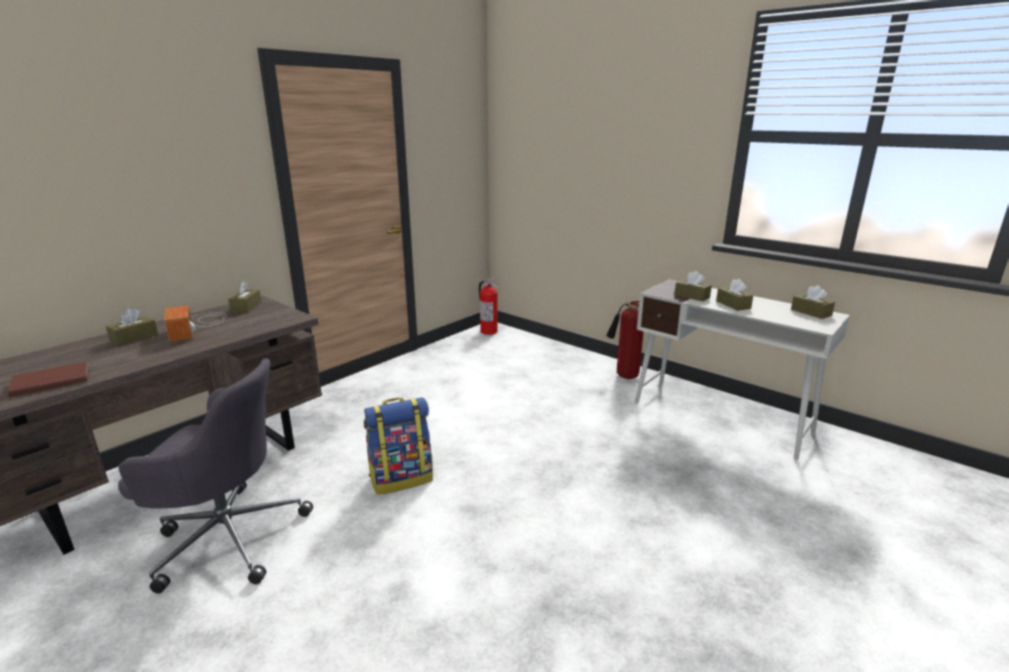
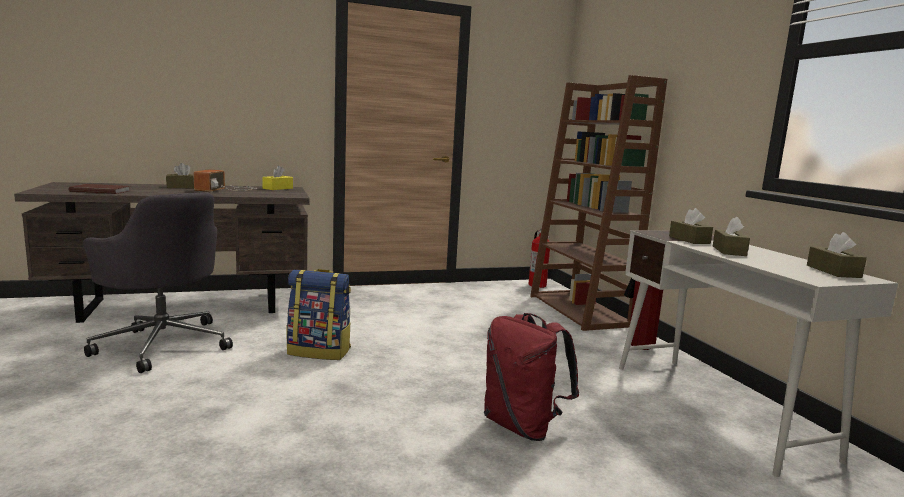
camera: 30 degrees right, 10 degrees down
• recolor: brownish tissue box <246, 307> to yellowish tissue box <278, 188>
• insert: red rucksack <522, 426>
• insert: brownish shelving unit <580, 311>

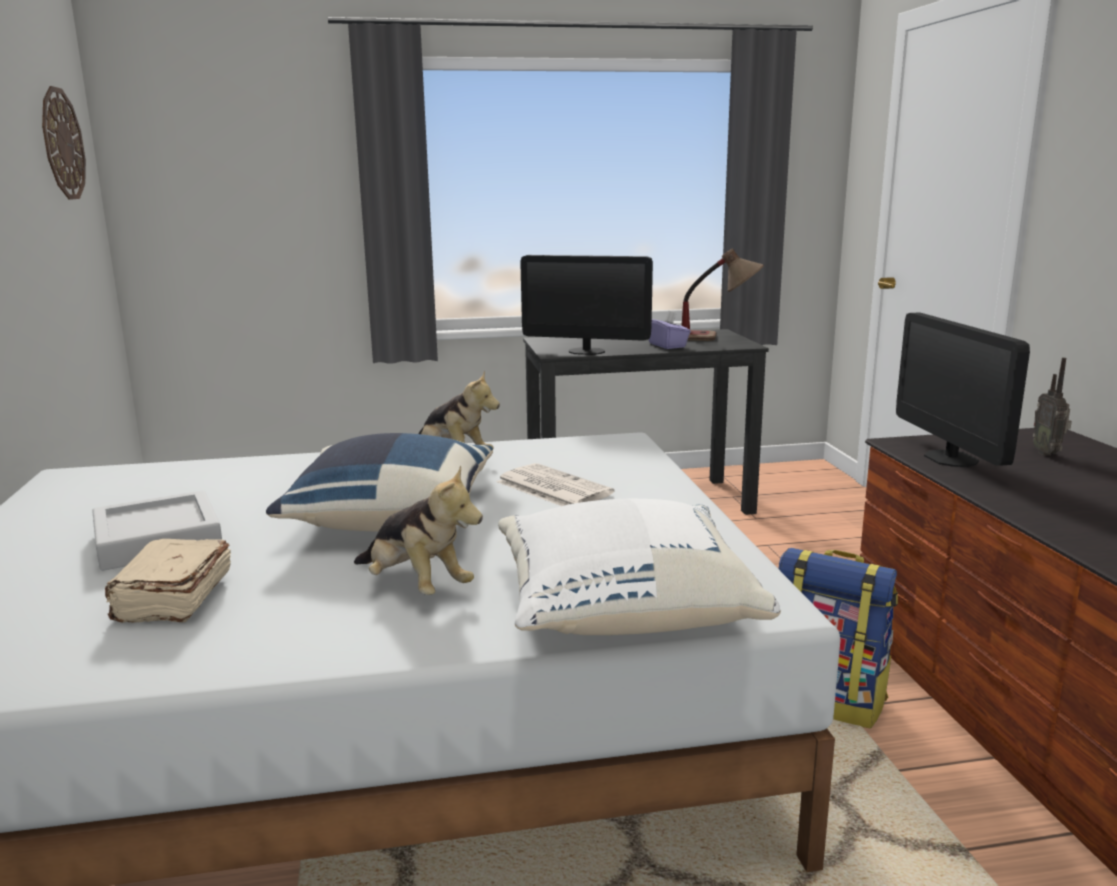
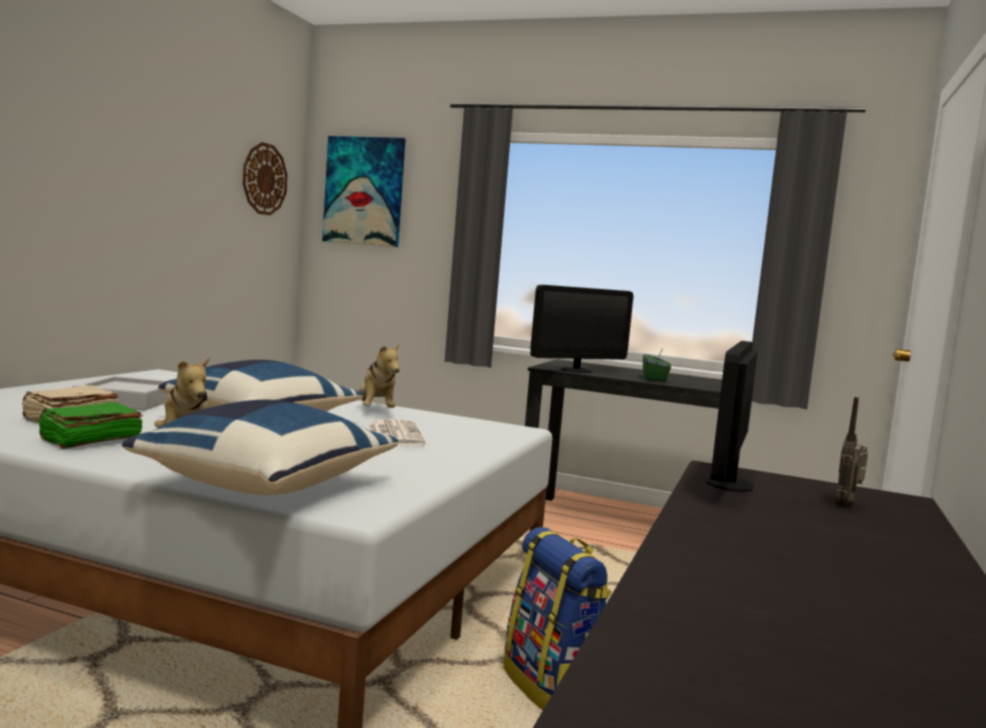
camera: 30 degrees right, 10 degrees down
• recolor: whitish throw pillow <622, 608> to blue-coloured throw pillow <264, 485>
• rotate: monitor <586, 351> = <576, 370> 75 degrees counterclockwise
• recolor: purple-coloured tissue box <667, 345> to greenish tissue box <655, 379>
• delete: lamp for a table <719, 338>
• insert: greenish volume <89, 440>
• insert: wall picture <364, 191>

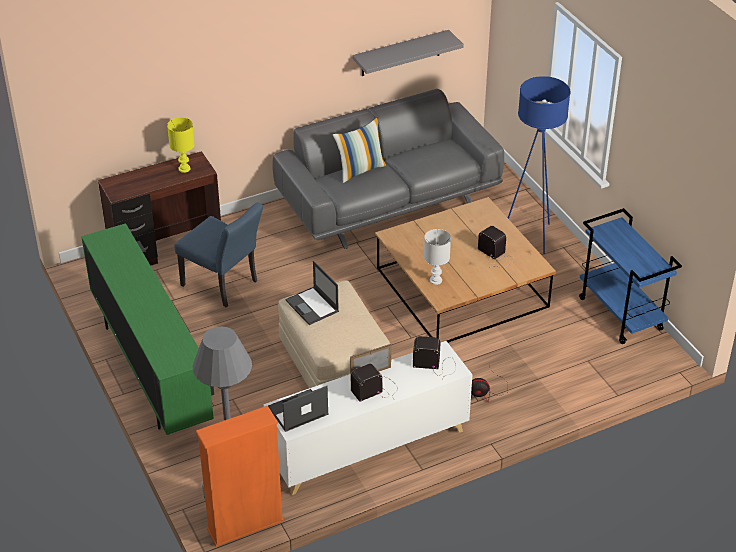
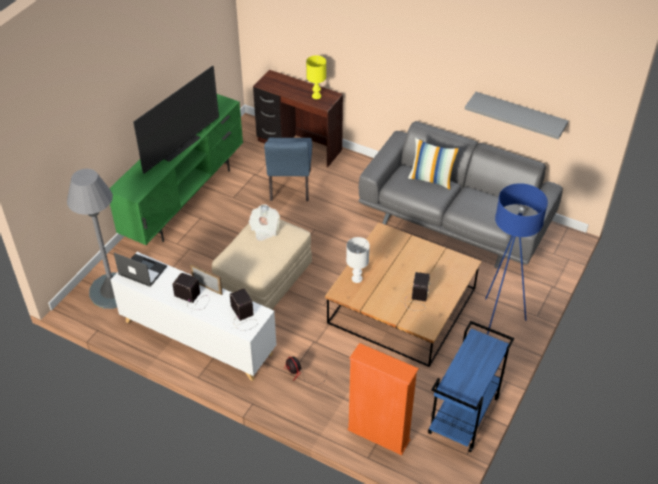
camera: 55 degrees right, 5 degrees up
• move: orange shelving unit <245, 525> to <378, 435>
• replace: portable computer <312, 306> to daily paper <264, 229>
• insert: TV <181, 148>

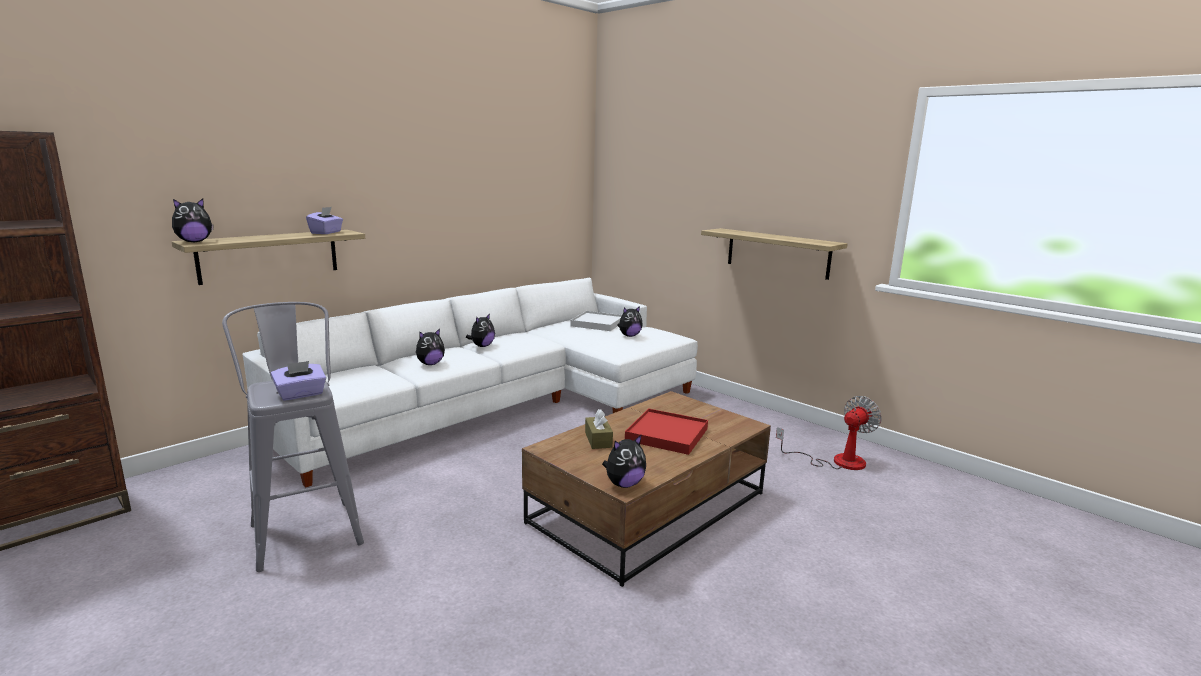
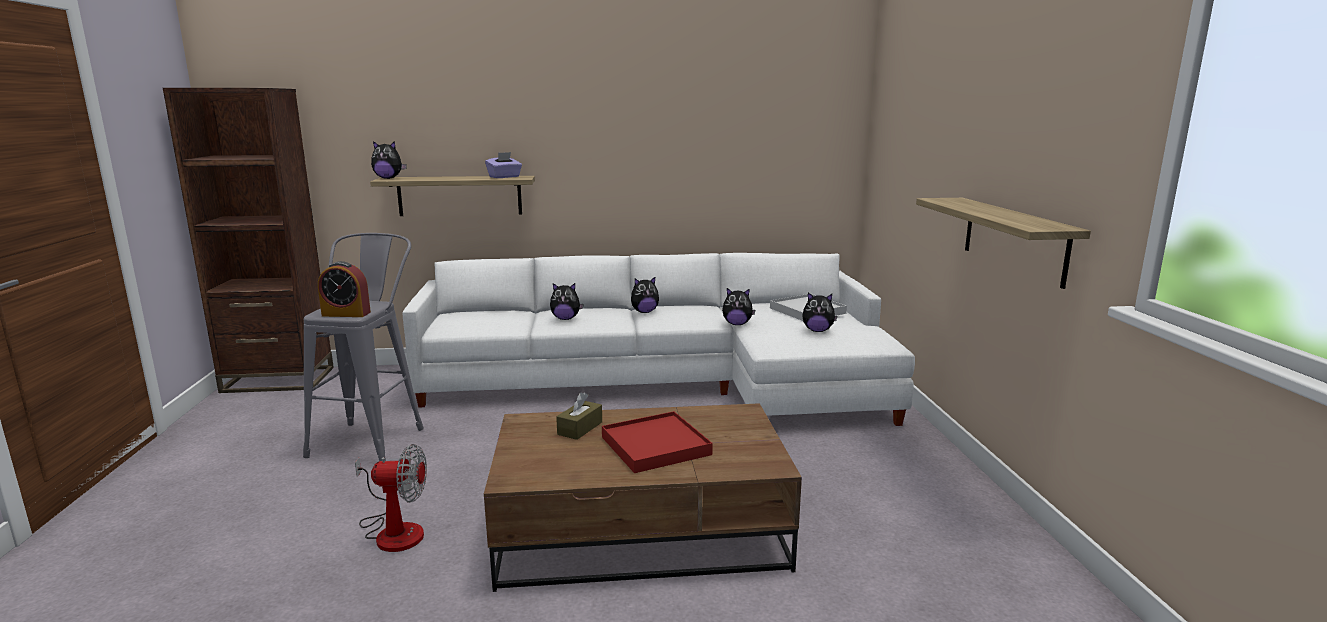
camera: 40 degrees right, 0 degrees up
• replace: purple-coloured tissue box <301, 394> to bedside clock <346, 314>
• move: plush toy <624, 484> to <737, 324>
• move: electric fan <836, 461> to <394, 530>

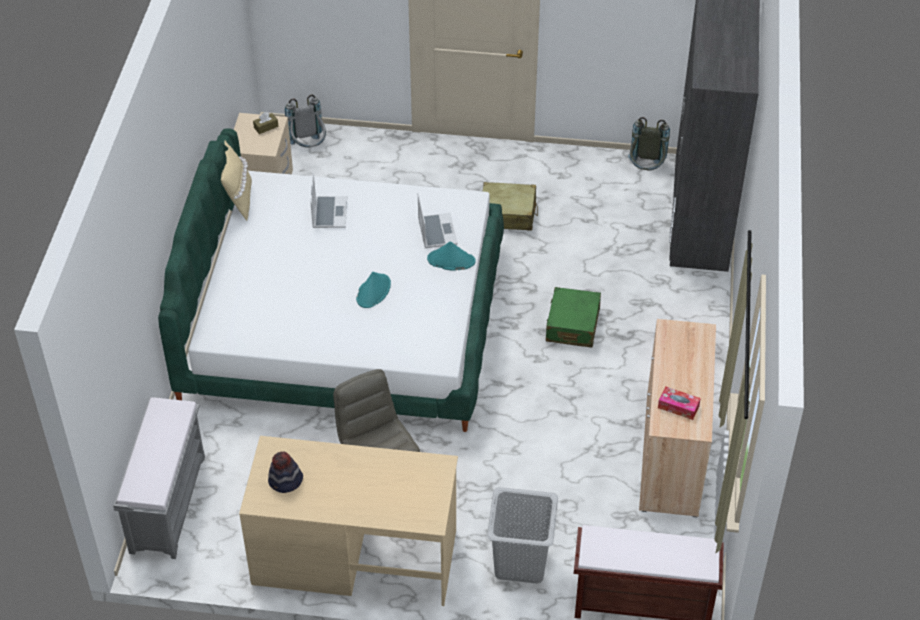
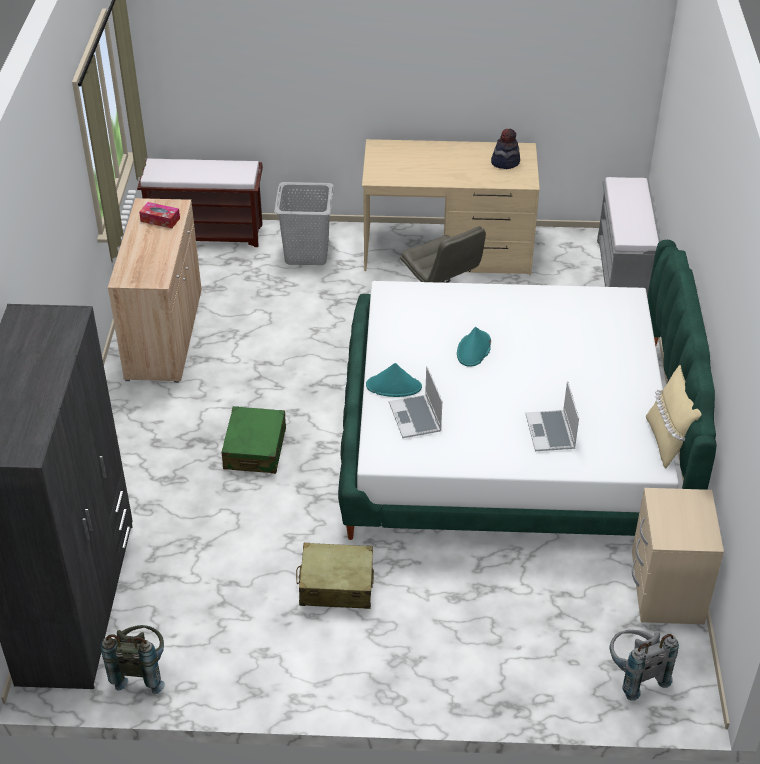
camera: 175 degrees right, 5 degrees down
• delete: brownish tissue box <266, 127>

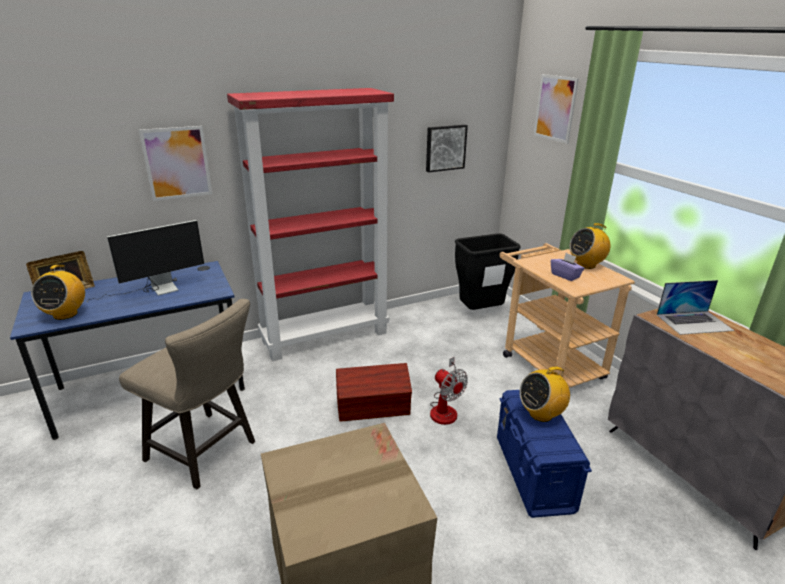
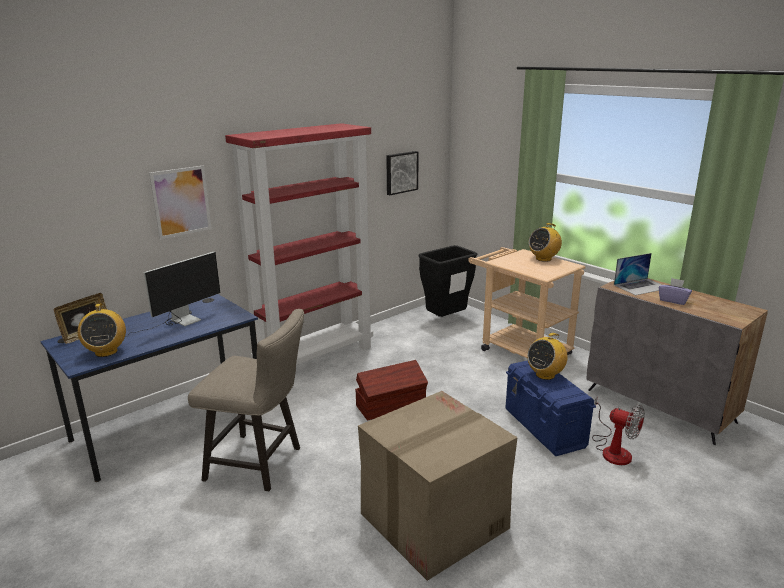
camera: 15 degrees left, 5 degrees down
• move: electric fan <445, 408> to <613, 449>
• delete: wall picture <555, 108>
• move: purple-coloured tissue box <565, 275> to <673, 300>

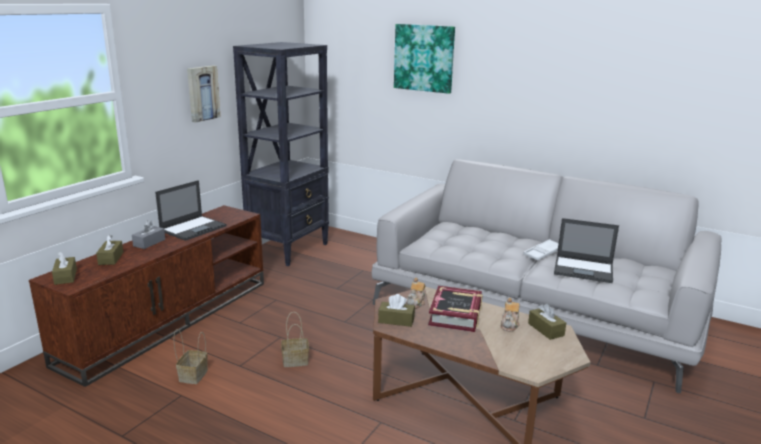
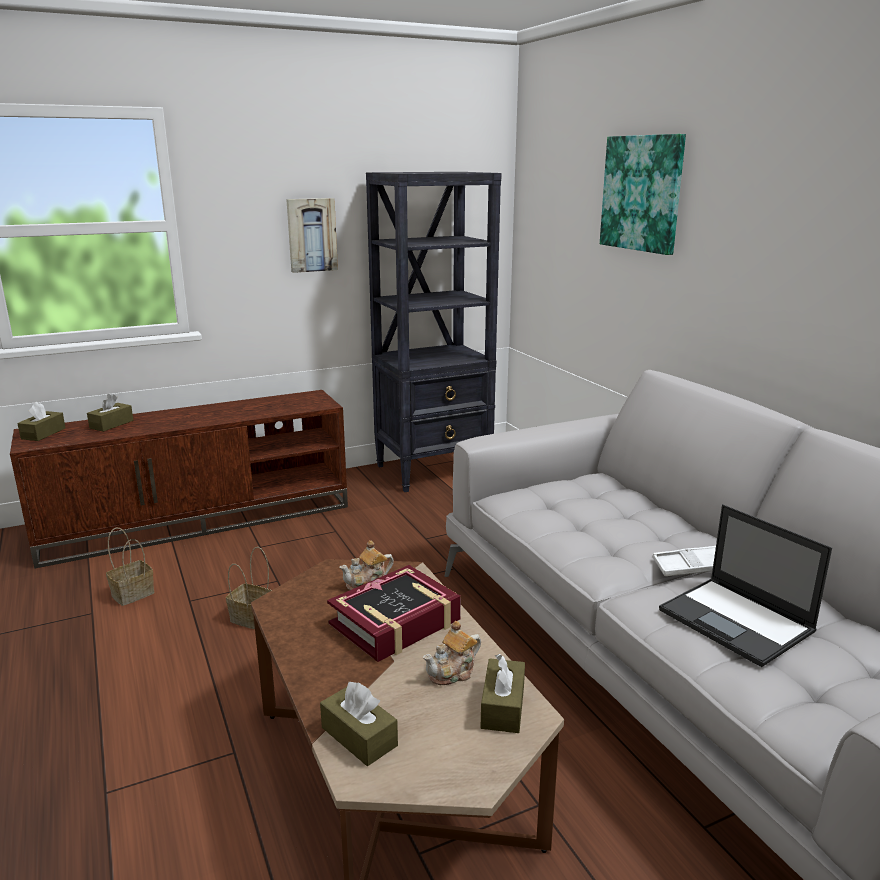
camera: 35 degrees right, 0 degrees up
• delete: grey tissue box <149, 243>
• delete: portable computer <193, 228>
• move: brownish tissue box <396, 320> to <359, 736>

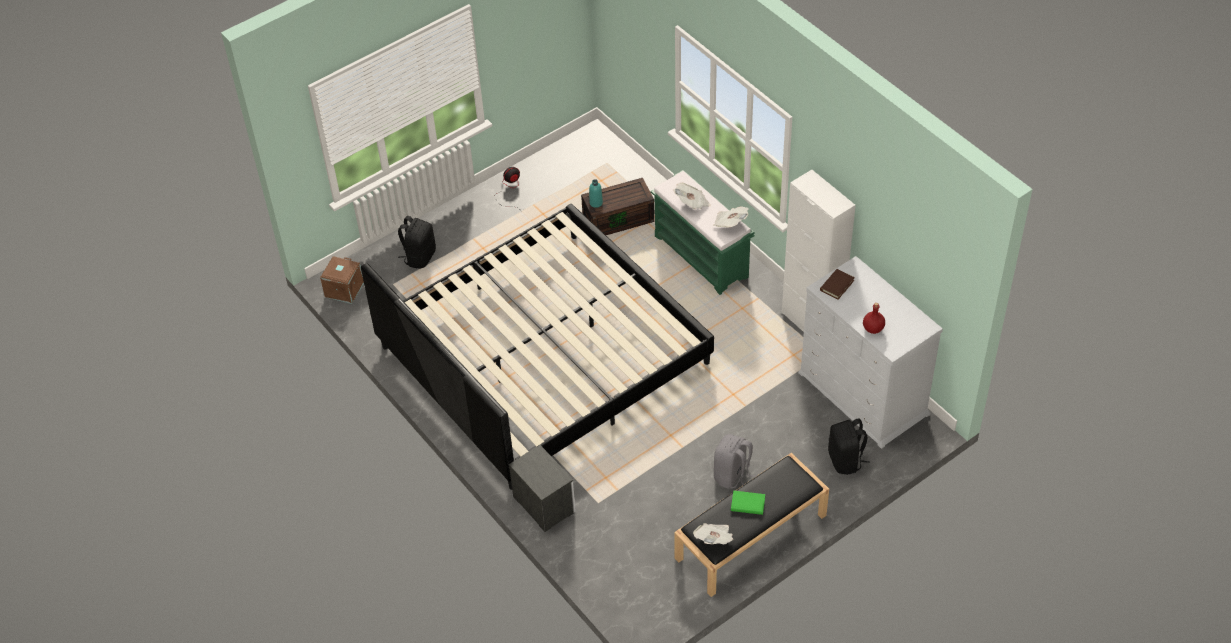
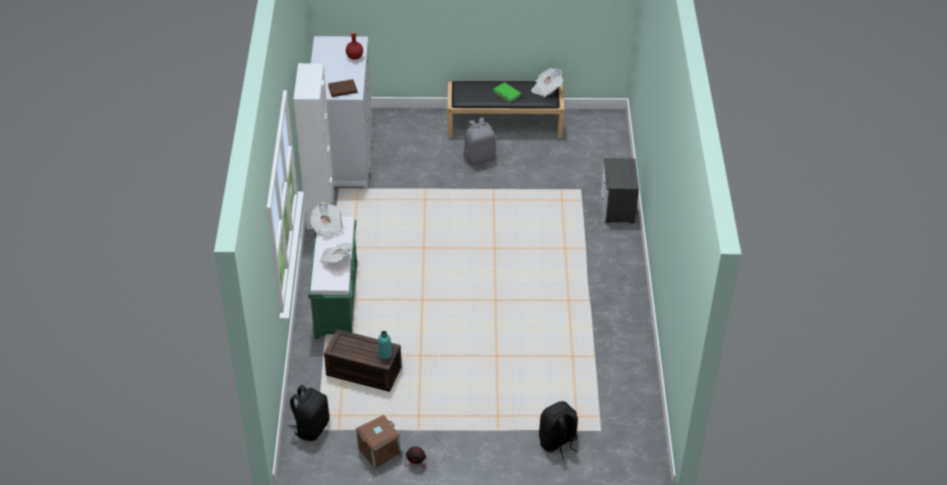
camera: 145 degrees left, 5 degrees down
• move: brownish storage bin <344, 289> to <379, 452>
• delete: bed <543, 355>
• move: black-coloured rucksack <846, 460> to <311, 427>

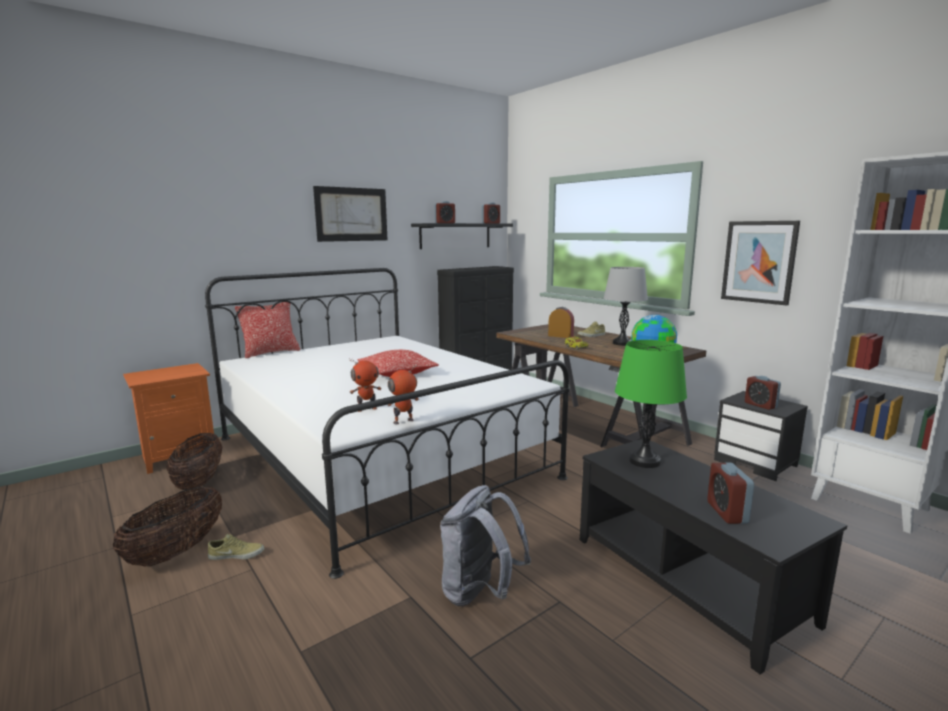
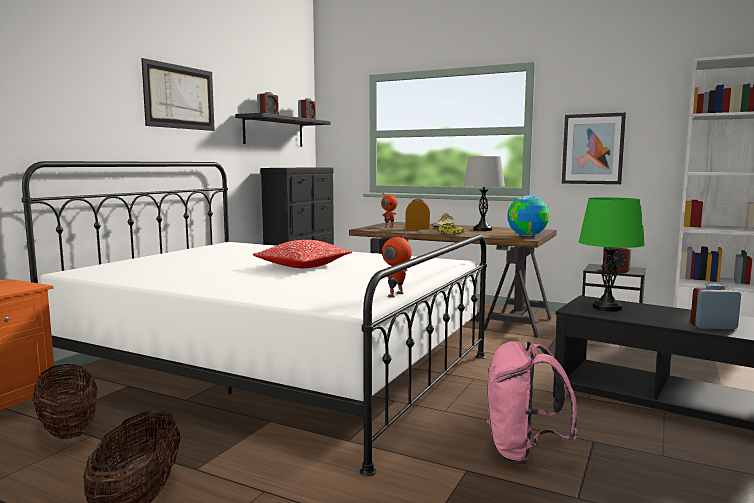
camera: 25 degrees left, 5 degrees down
• delete: beige-coloured low shoe <237, 554>
• delete: throw pillow <271, 353>
• move: robot figure <366, 409> to <389, 227>
• recolor: grey rucksack <480, 593> to pink-coloured rucksack <523, 452>
• rotate: bedside clock <727, 512> = <713, 326> 120 degrees clockwise

